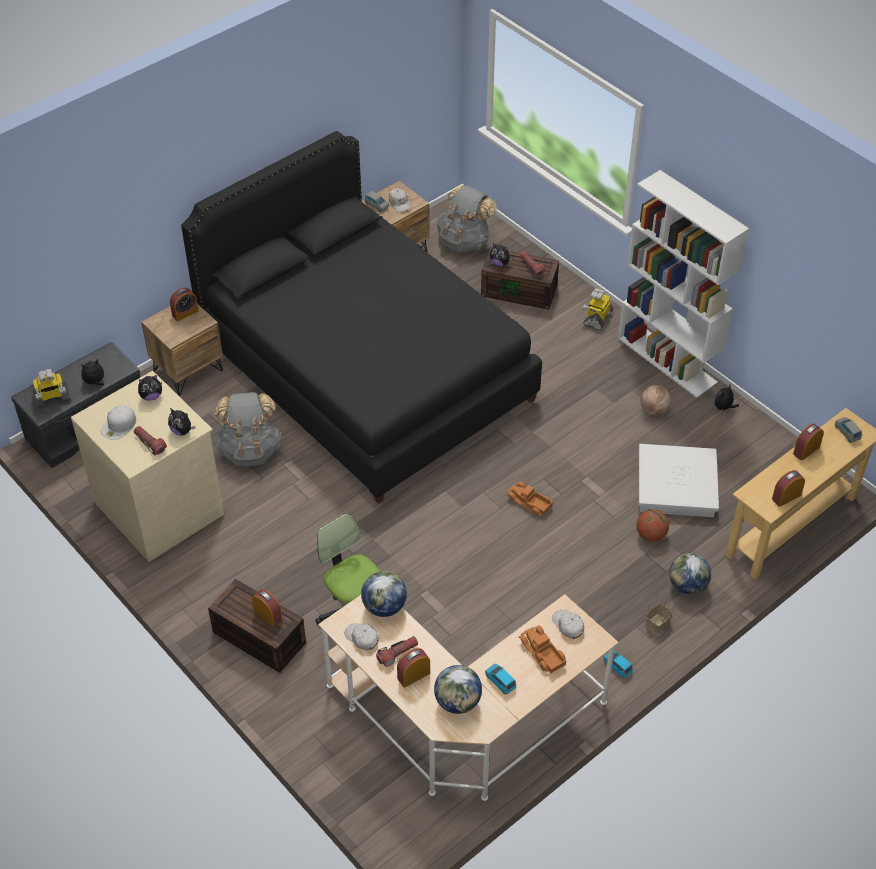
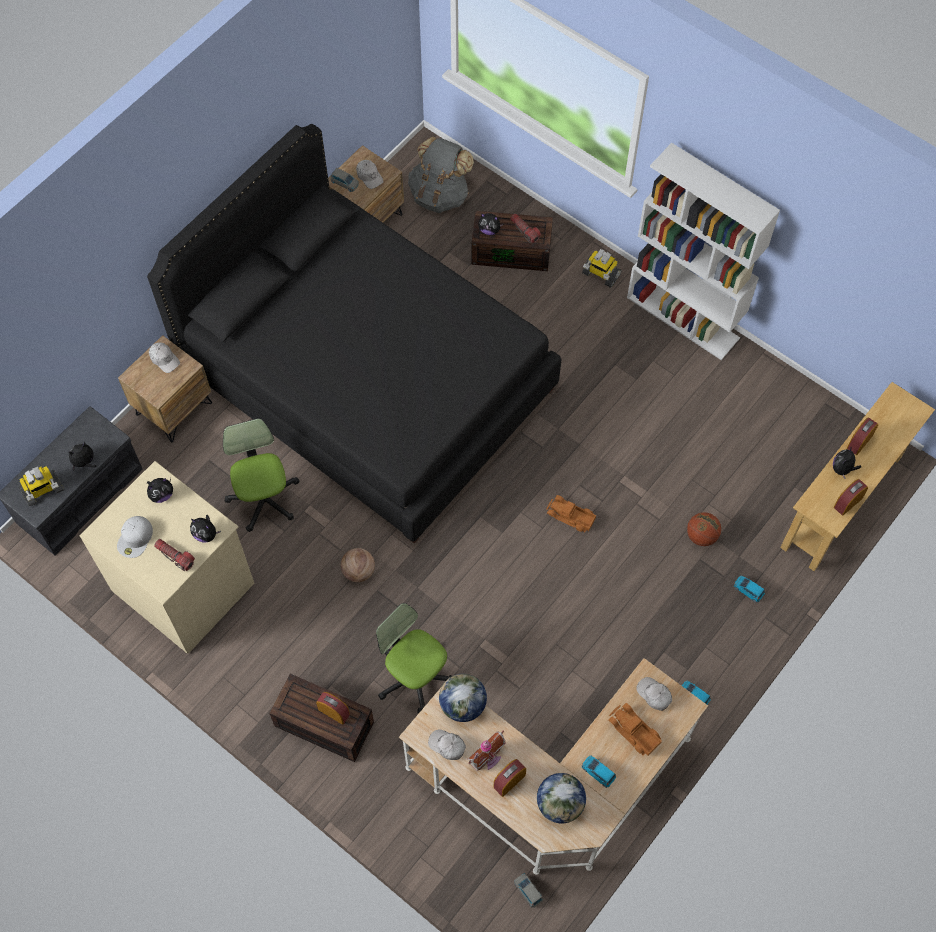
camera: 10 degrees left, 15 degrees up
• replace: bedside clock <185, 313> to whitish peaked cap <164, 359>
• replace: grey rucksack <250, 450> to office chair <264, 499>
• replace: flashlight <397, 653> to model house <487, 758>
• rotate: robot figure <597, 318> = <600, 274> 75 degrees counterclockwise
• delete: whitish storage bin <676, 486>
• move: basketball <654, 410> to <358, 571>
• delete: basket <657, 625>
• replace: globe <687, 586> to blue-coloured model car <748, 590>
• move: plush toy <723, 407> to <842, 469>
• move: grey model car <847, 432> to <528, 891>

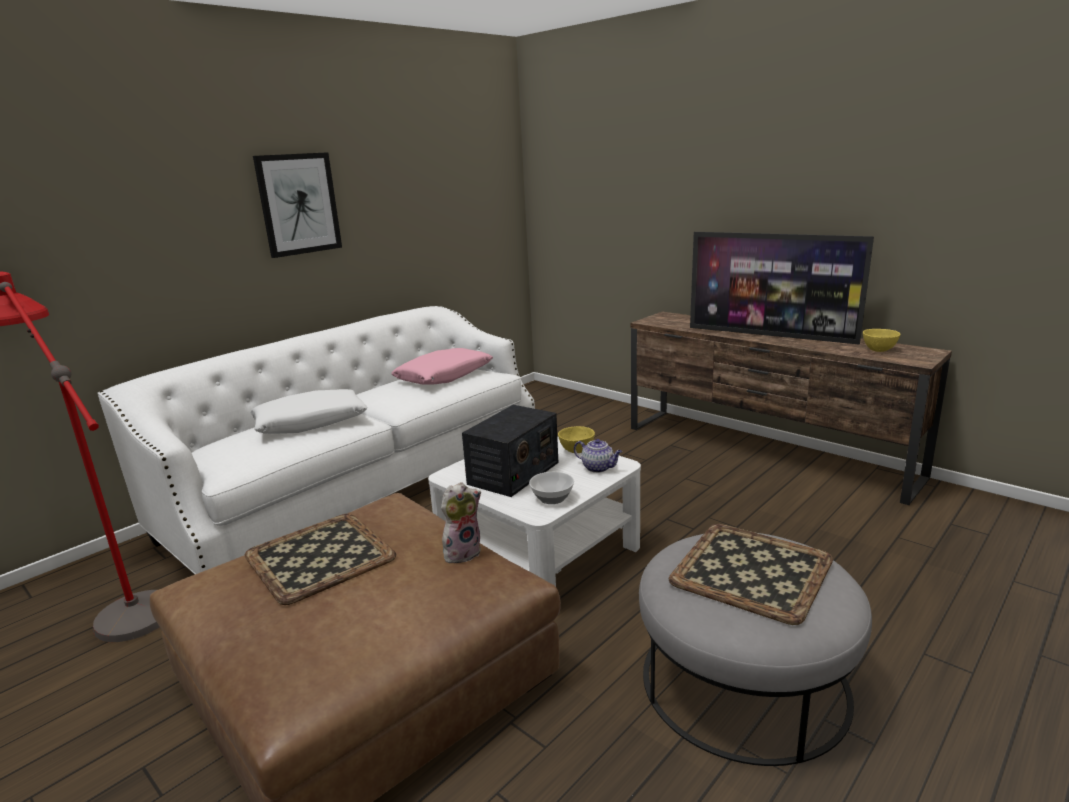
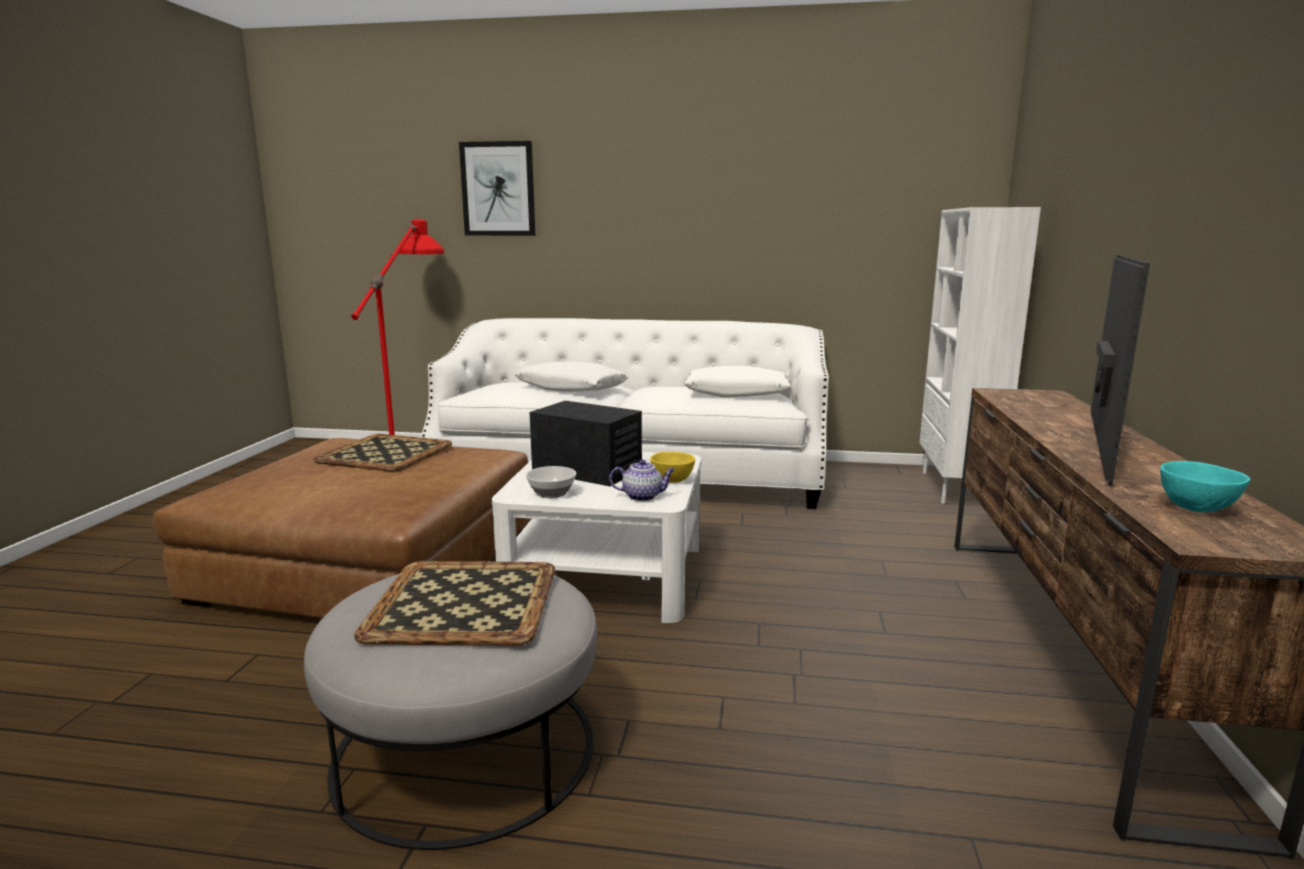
camera: 55 degrees right, 5 degrees down
• move: wall picture <298, 204> to <498, 189>
• recolor: pink-coloured throw pillow <444, 376> to whitish throw pillow <736, 393>
• delete: plush toy <462, 552>
• rotate: radio set <513, 473> = <587, 470> 150 degrees counterclockwise
• rotate: teapot <598, 468> = <643, 496> 90 degrees counterclockwise
• rotate: TV <771, 335> = <1094, 443> 150 degrees counterclockwise
• recolor: yellowish deep dish <879, 350> to turquoise deep dish <1198, 509>
• insert: whitish shelving unit <957, 488>

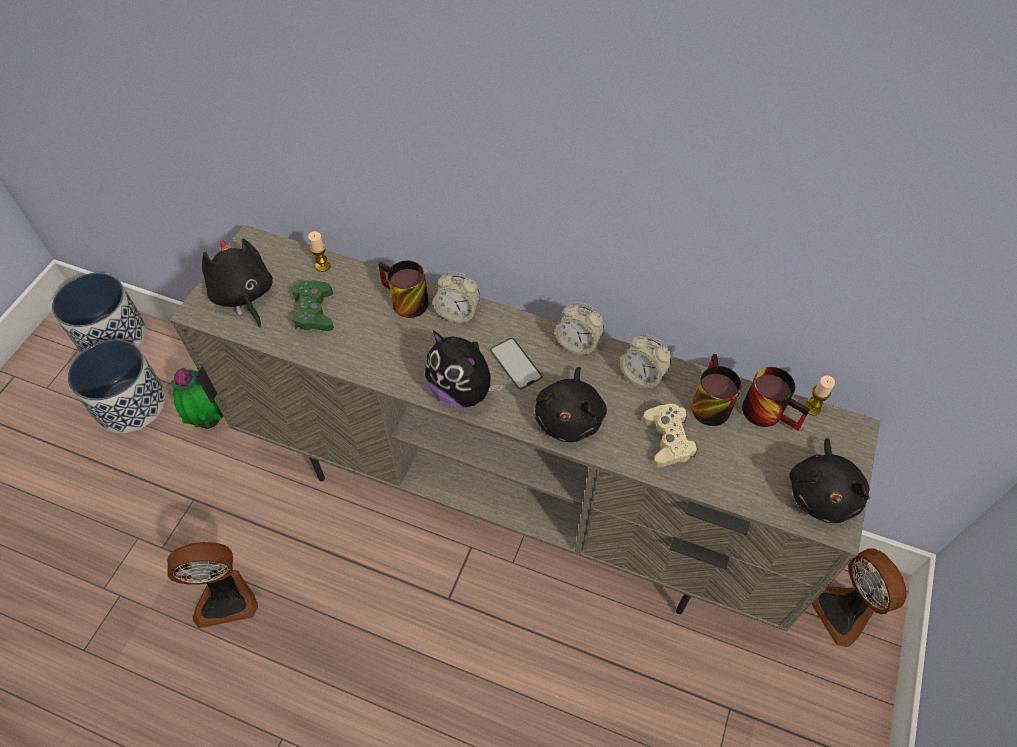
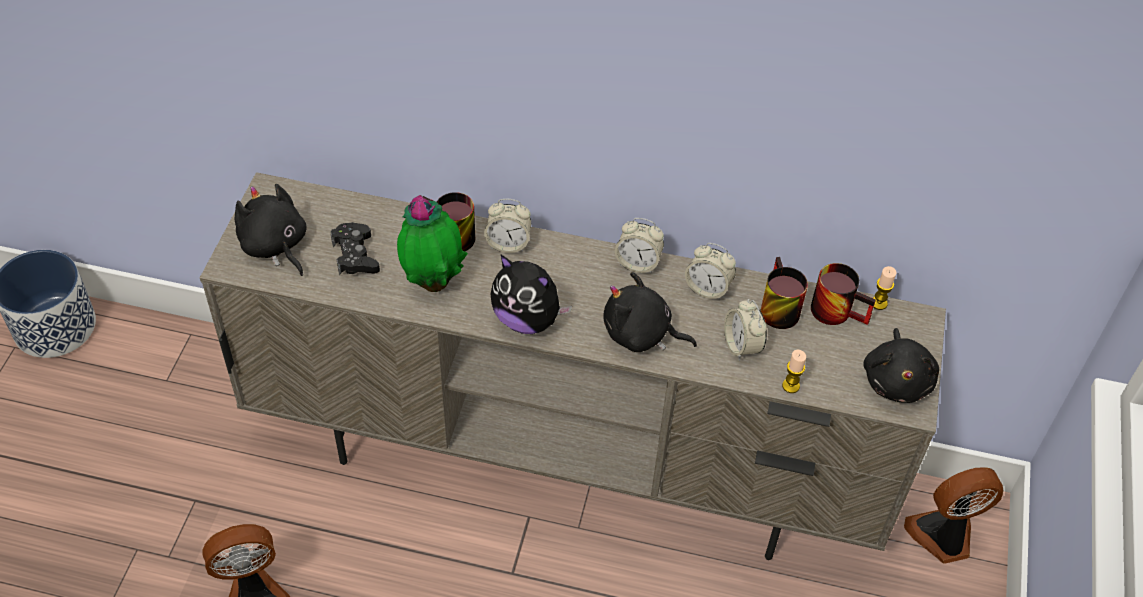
camera: 10 degrees left, 5 degrees down
• delete: plant pot <131, 403>
• move: potted plant <211, 419> to <433, 282>
• recolor: greenish game controller <314, 311> to black-coloured game controller <355, 255>
• move: candle <323, 266> to <790, 386>
• delete: handset <515, 364>
• rotate: black-coloured plush toy <569, 417> = <641, 334> 105 degrees clockwise
• replace: beige-coloured game controller <668, 439> to bedside clock <742, 346>
• rotate: electric fan <843, 610> = <943, 536> 105 degrees clockwise

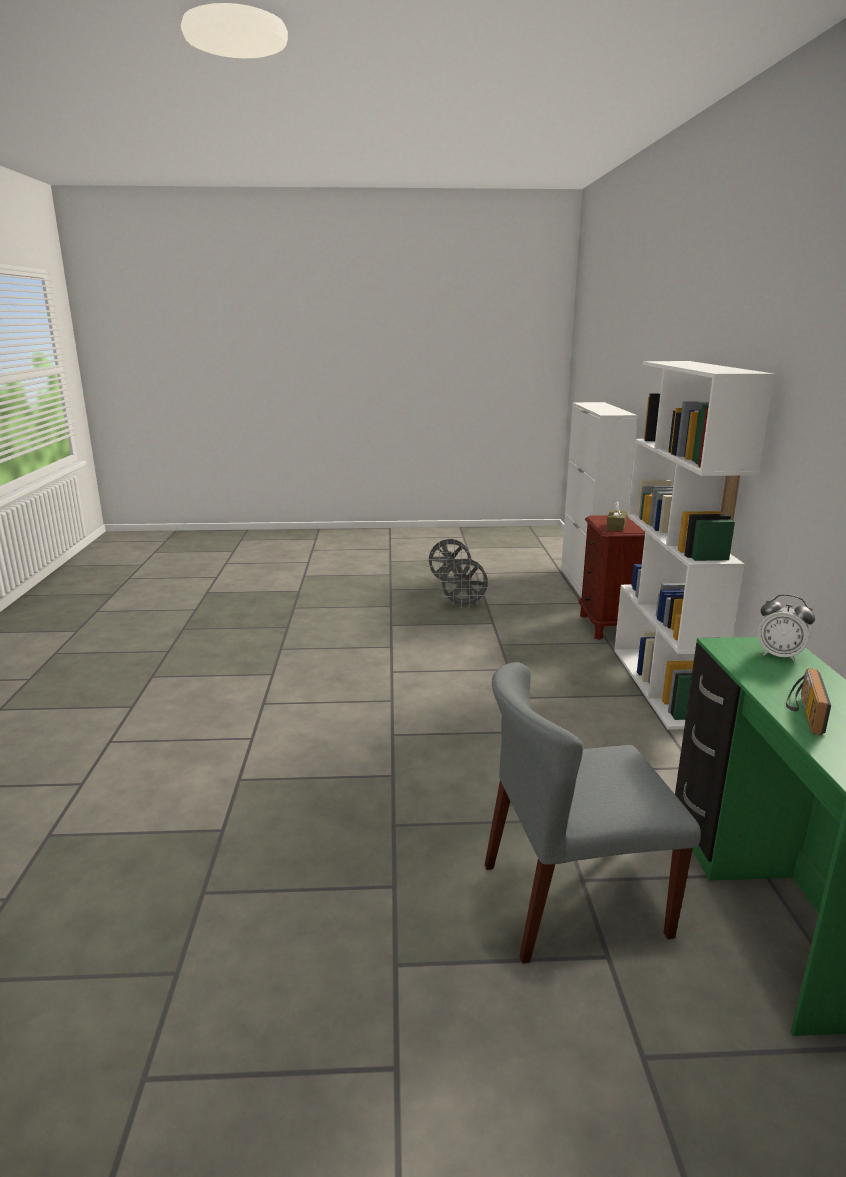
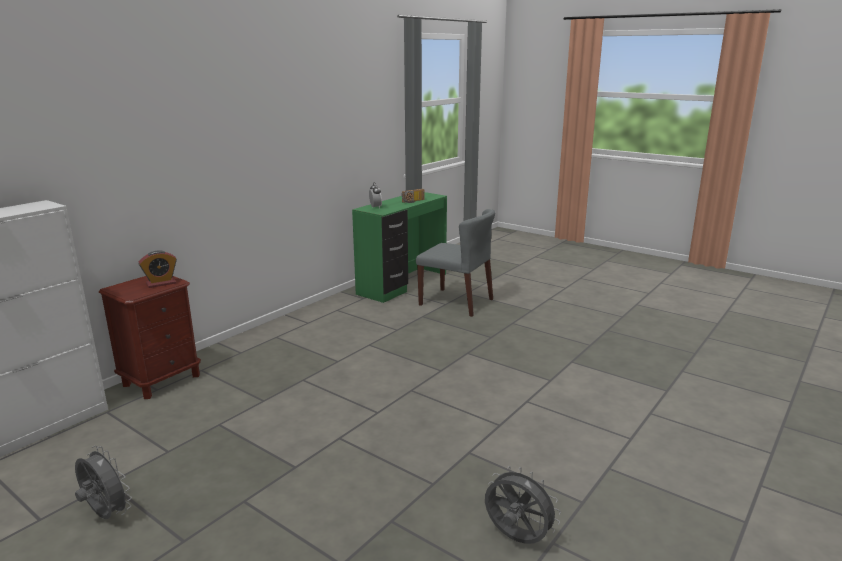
camera: 140 degrees left, 0 degrees up
• move: grey electric fan <464, 605> to <516, 539>
• replace: brownish tissue box <616, 526> to bedside clock <161, 283>
• delete: whitish shelving unit <662, 686>

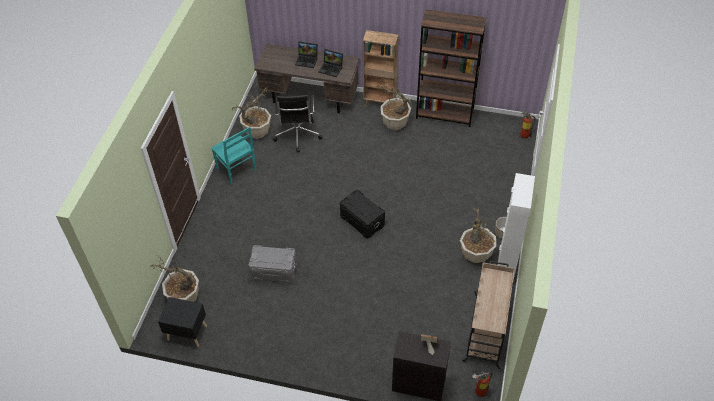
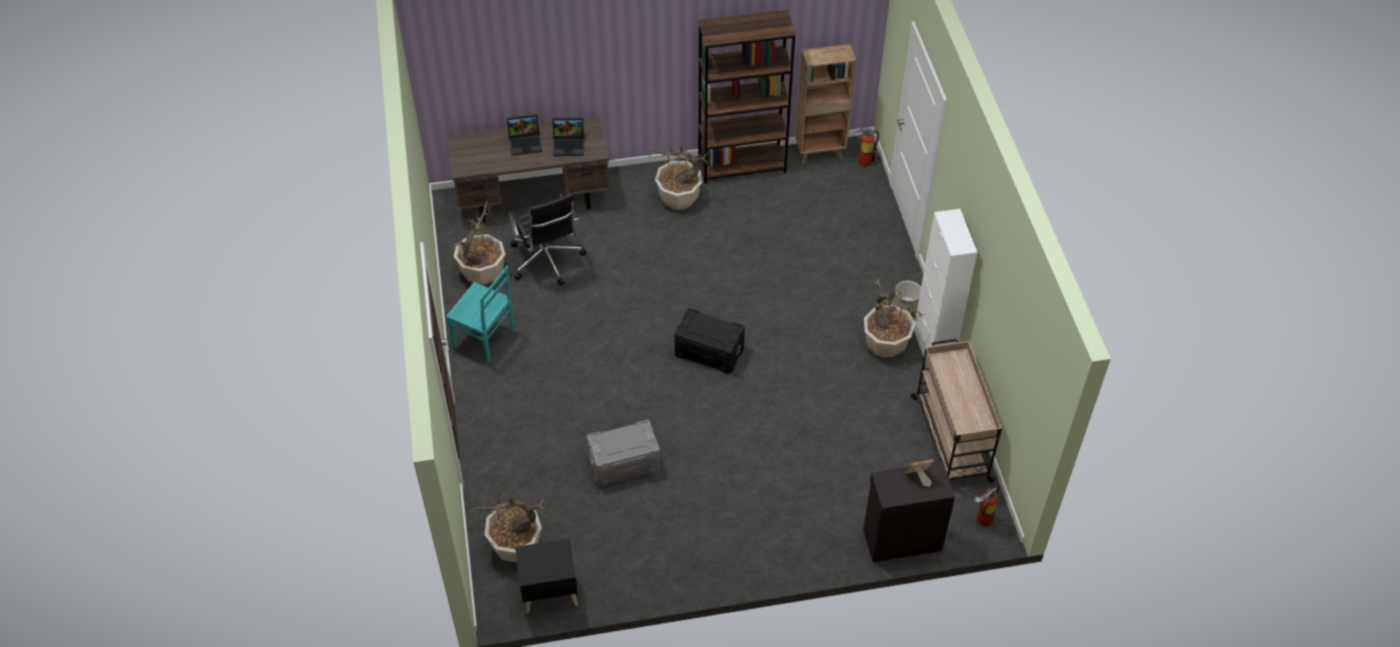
camera: 25 degrees left, 0 degrees up
• move: brownish shelving unit <380, 103> to <820, 152>

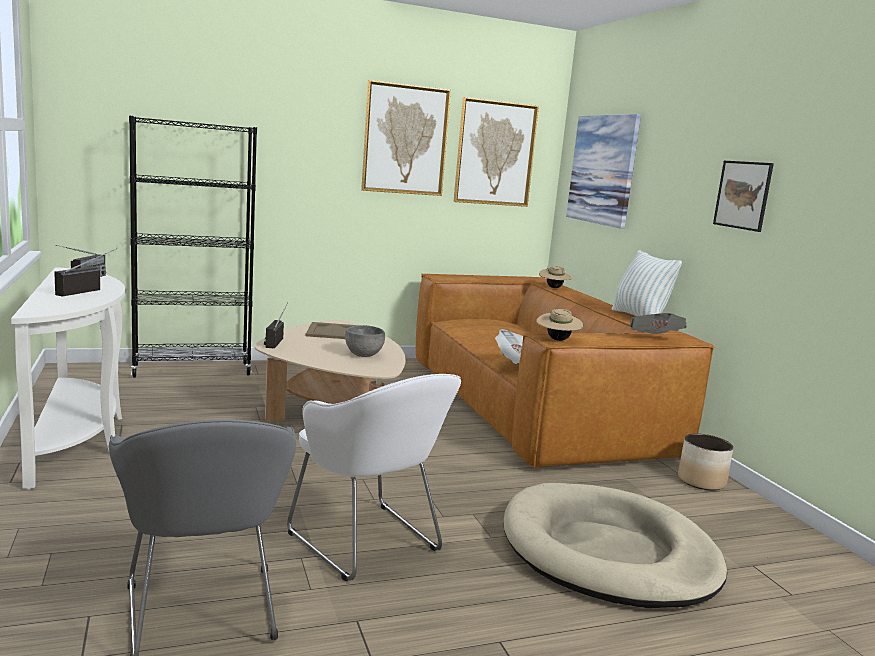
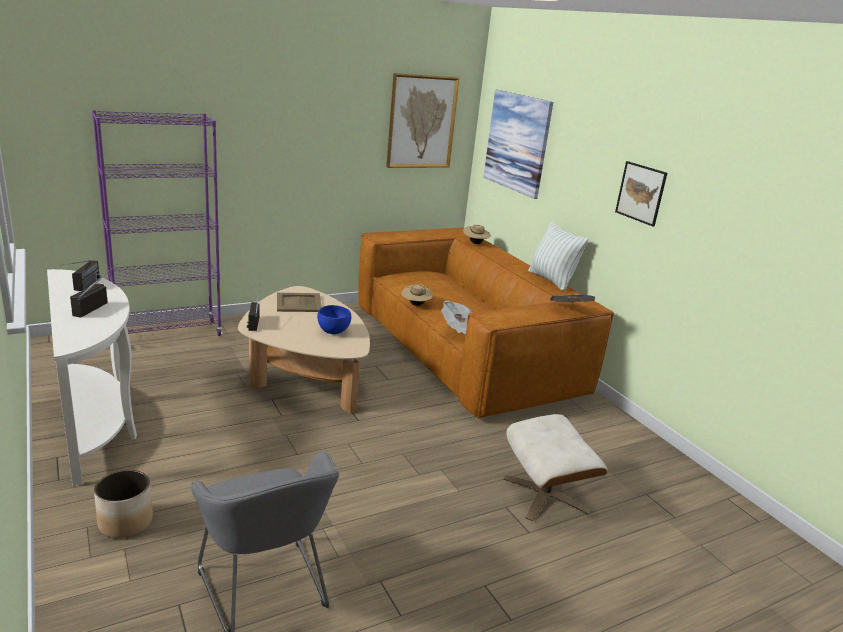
camera: 10 degrees left, 10 degrees up
• recolor: black-coloured shelving unit <192, 370> to purple-coloured shelving unit <168, 334>
• delete: whitish easy chair <369, 544>
• recolor: grey deep dish <363, 355> to blue-coloured deep dish <333, 331>
• delete: wall picture <405, 139>
• replace: beige-coloured dog bed <608, 552> to beige-coloured ottoman <546, 495>
• move: beige-coloured wearable hat <557, 340> to <416, 305>
• move: plant pot <701, 481> to <125, 522>

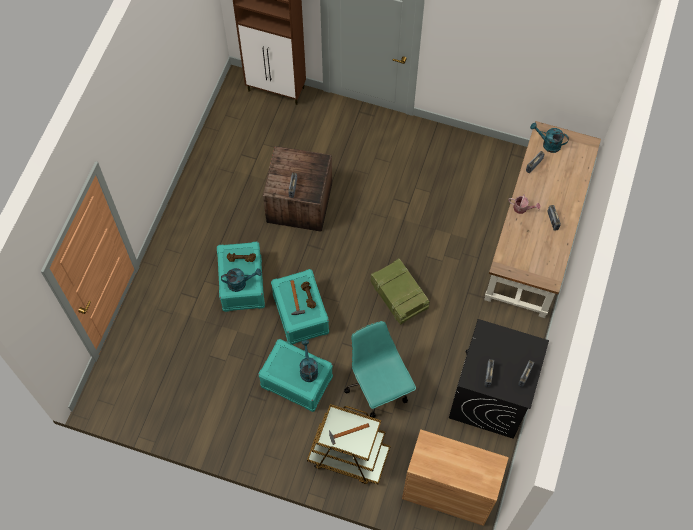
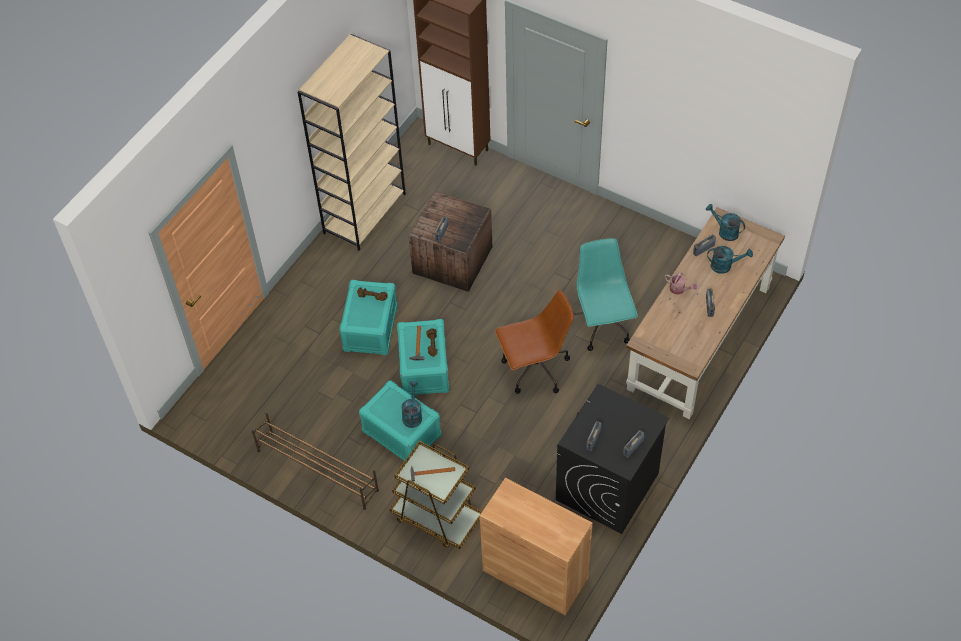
camera: 15 degrees right, 10 degrees down
• move: turquoise watering pot <240, 283> to <725, 266>
• move: turquoise office chair <378, 387> to <602, 325>
• replace: shipping crate <399, 296> to brownish office chair <534, 370>
• insert: brownish shoe shelf <317, 470>
• insert: beige-coloured shelving unit <364, 213>

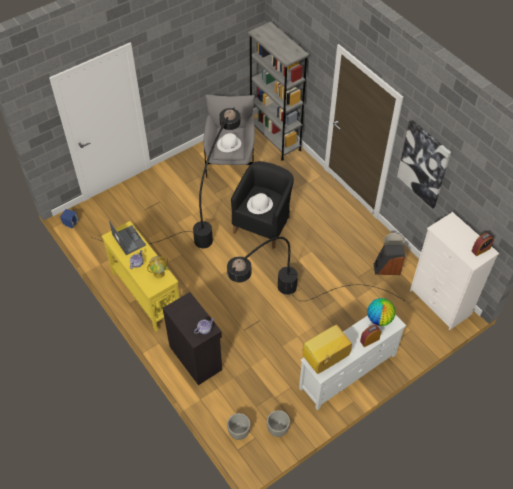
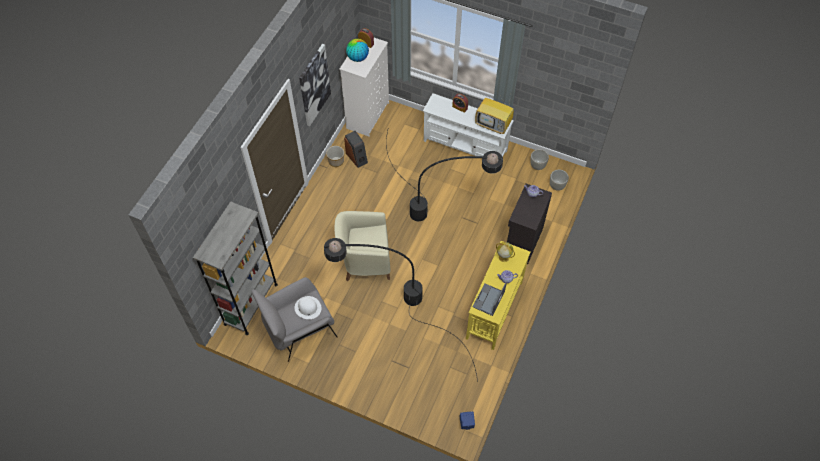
camera: 120 degrees left, 5 degrees up
• recolor: black-coloured easy chair <263, 224> to beige-coloured easy chair <365, 261>
• delete: whitish wearable hat <259, 204>
• move: globe <379, 319> to <358, 58>

